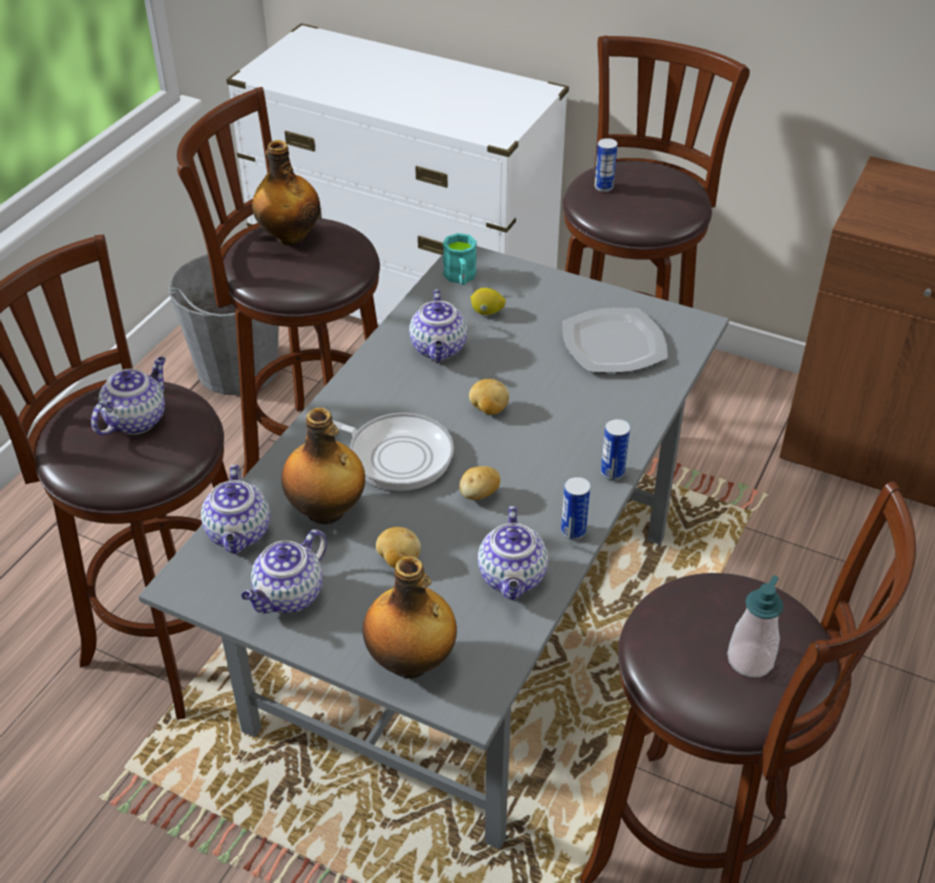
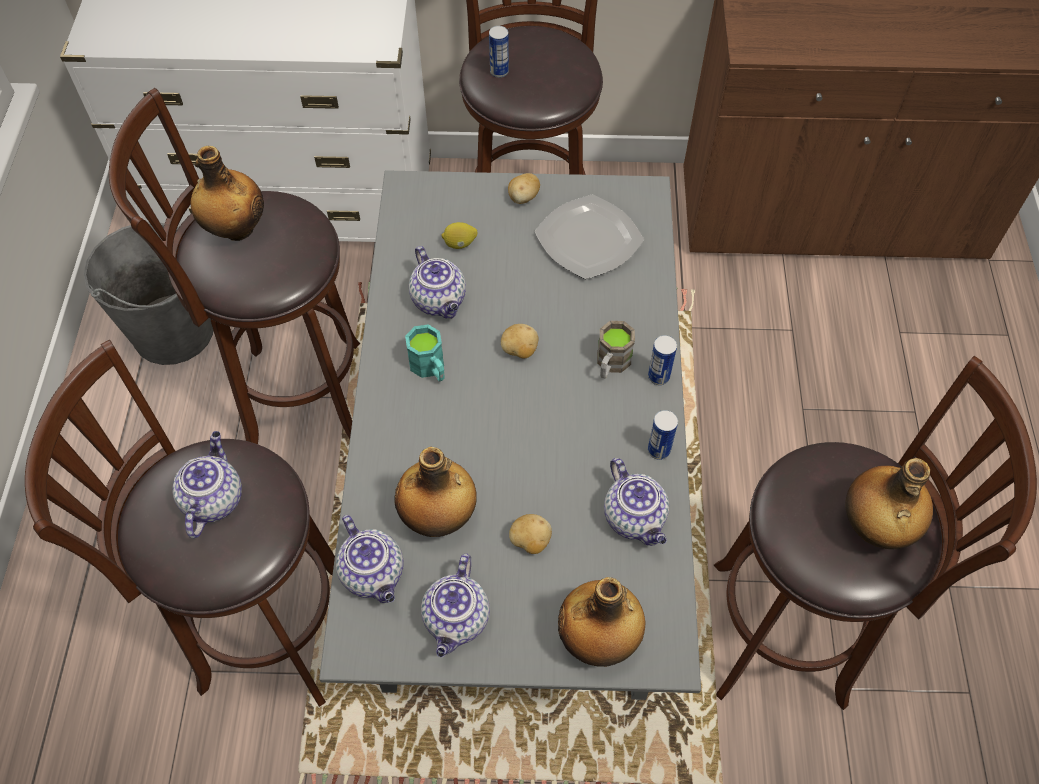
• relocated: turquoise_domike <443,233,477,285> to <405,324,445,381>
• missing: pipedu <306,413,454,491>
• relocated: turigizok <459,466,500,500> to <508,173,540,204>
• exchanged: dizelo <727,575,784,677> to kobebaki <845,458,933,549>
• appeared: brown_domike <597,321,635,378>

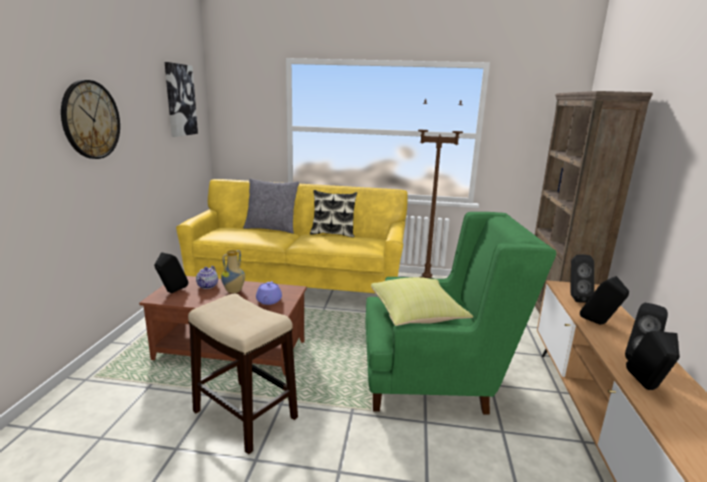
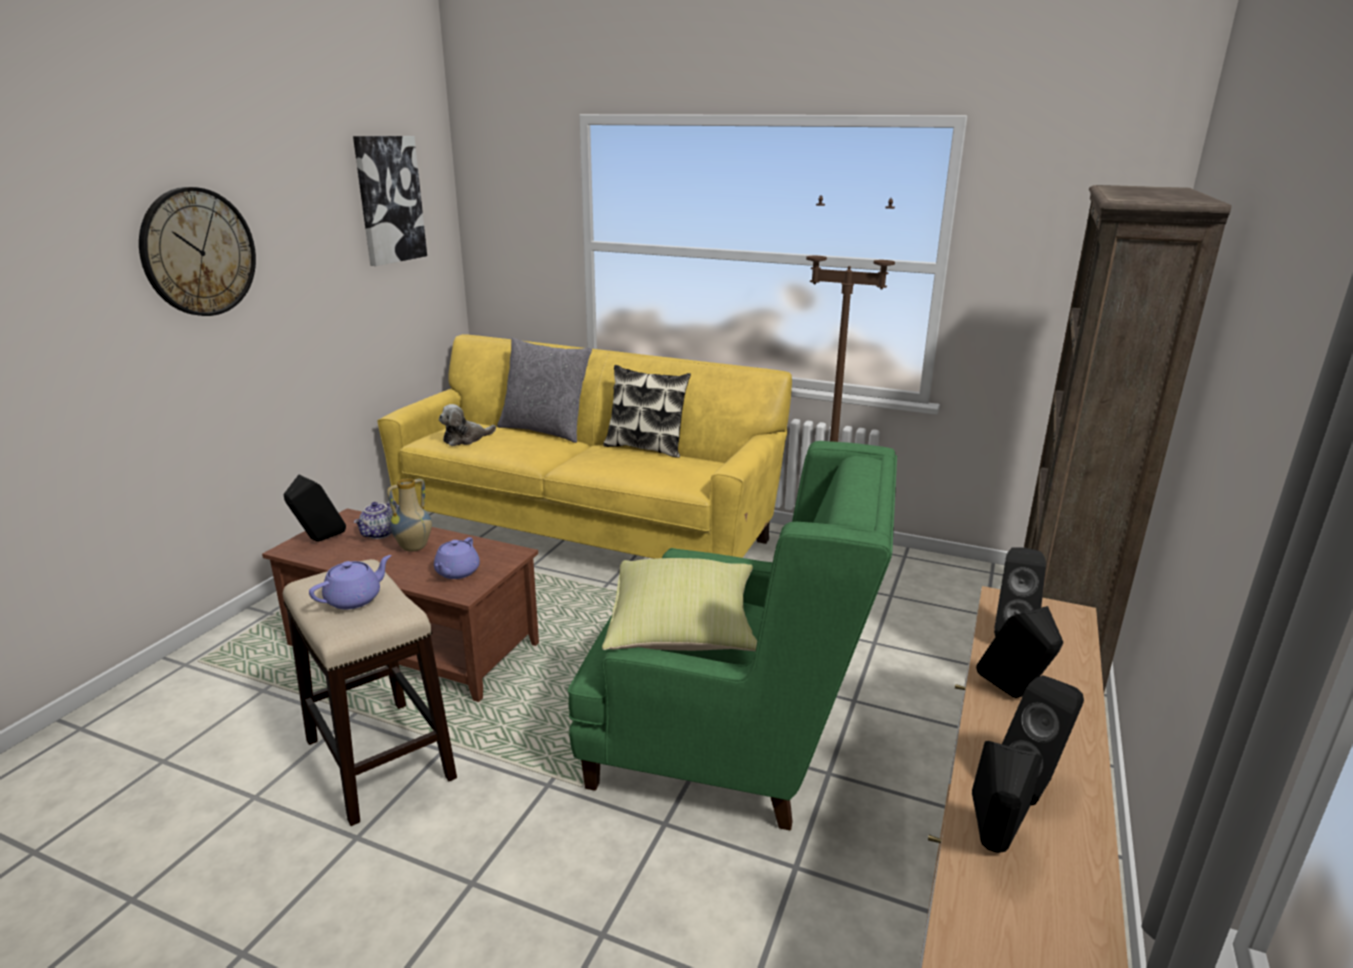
• appeared: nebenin <439,404,496,446>
• appeared: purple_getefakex <309,555,392,609>

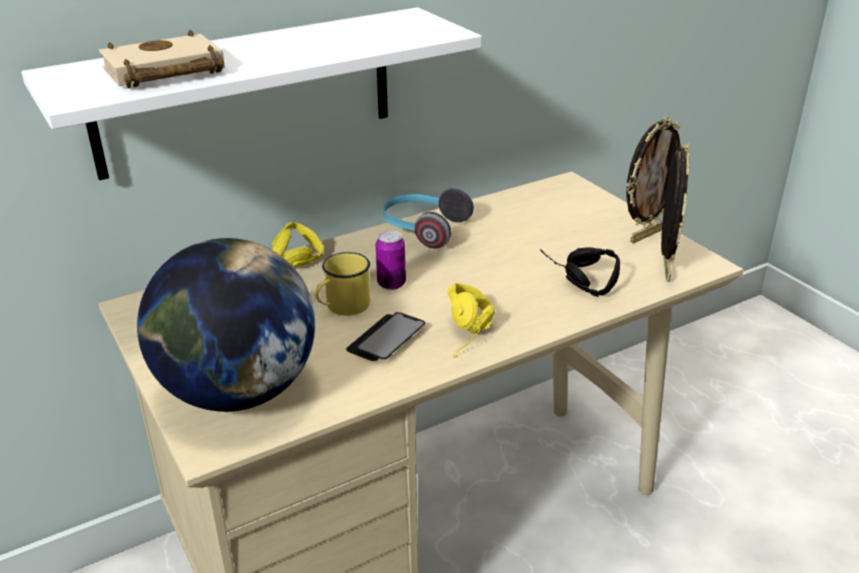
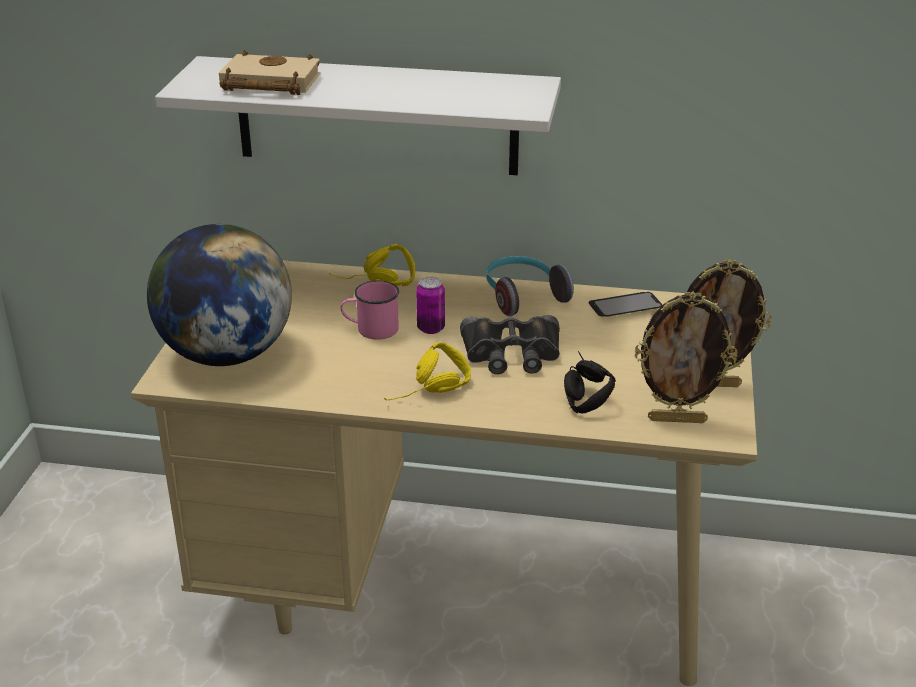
• spun: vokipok <661,143,690,282> = <634,291,738,423> 45 degrees clockwise
• colour: yellow_domike <315,252,370,316> to pink_domike <341,280,399,339>
• relocated: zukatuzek <346,312,426,361> to <589,292,662,317>
• appeared: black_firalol <460,315,560,374>

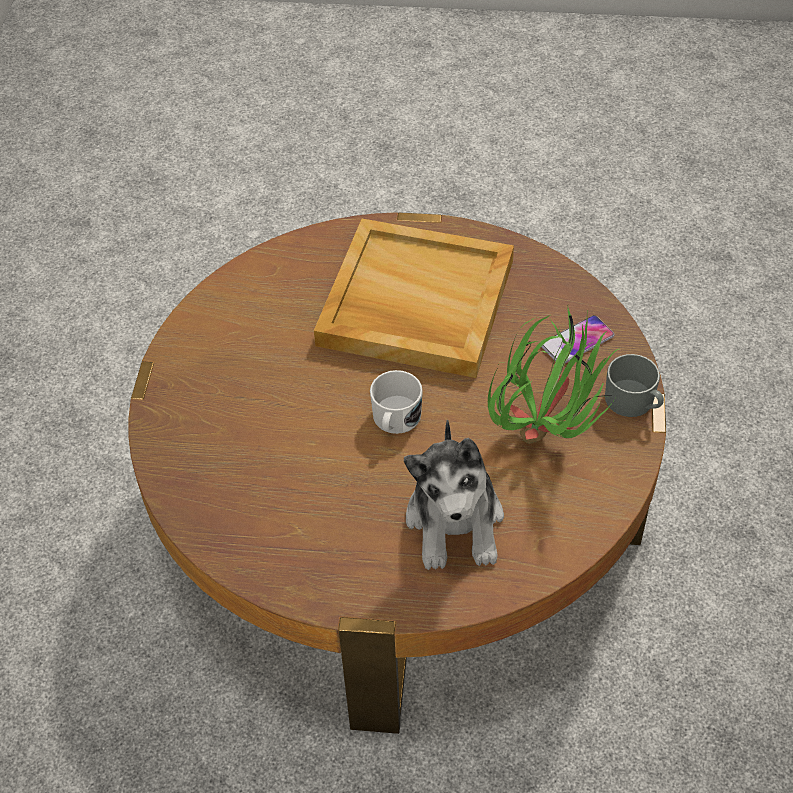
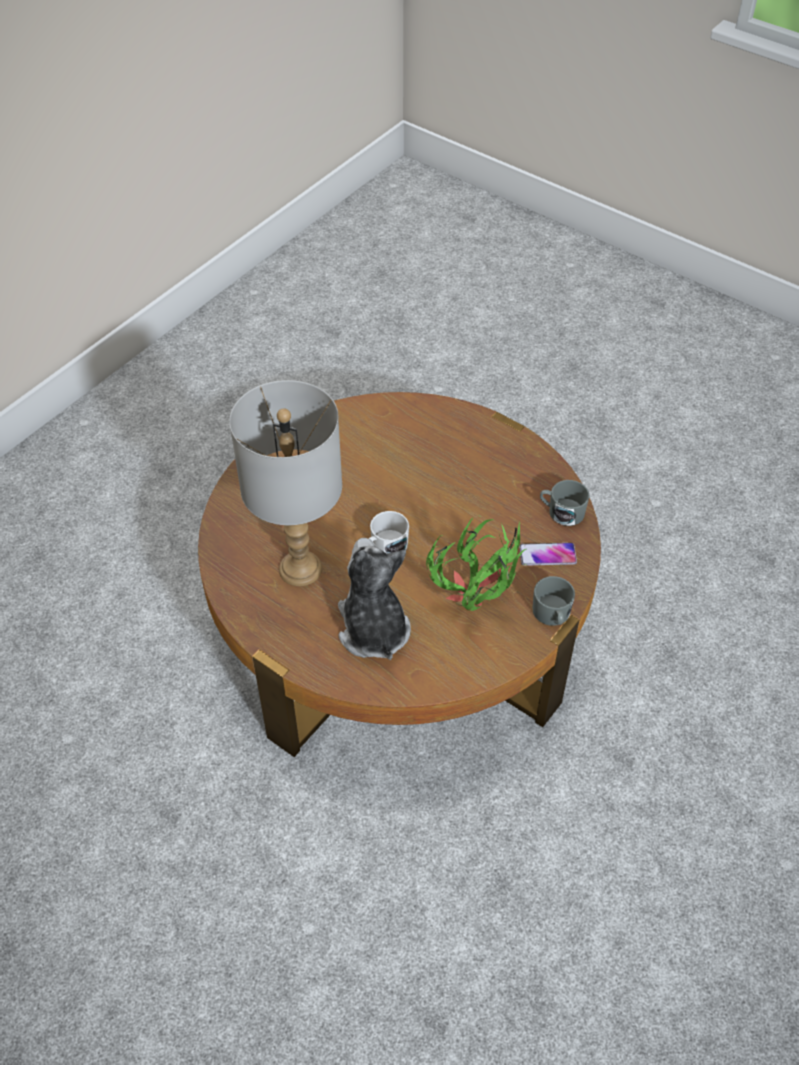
• missing: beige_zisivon <314,219,514,378>
• spun: nebenin <404,419,504,570> = <338,538,411,660> 135 degrees clockwise
• appeared: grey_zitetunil <229,380,342,586>
• appeared: grey_domike <540,480,590,526>

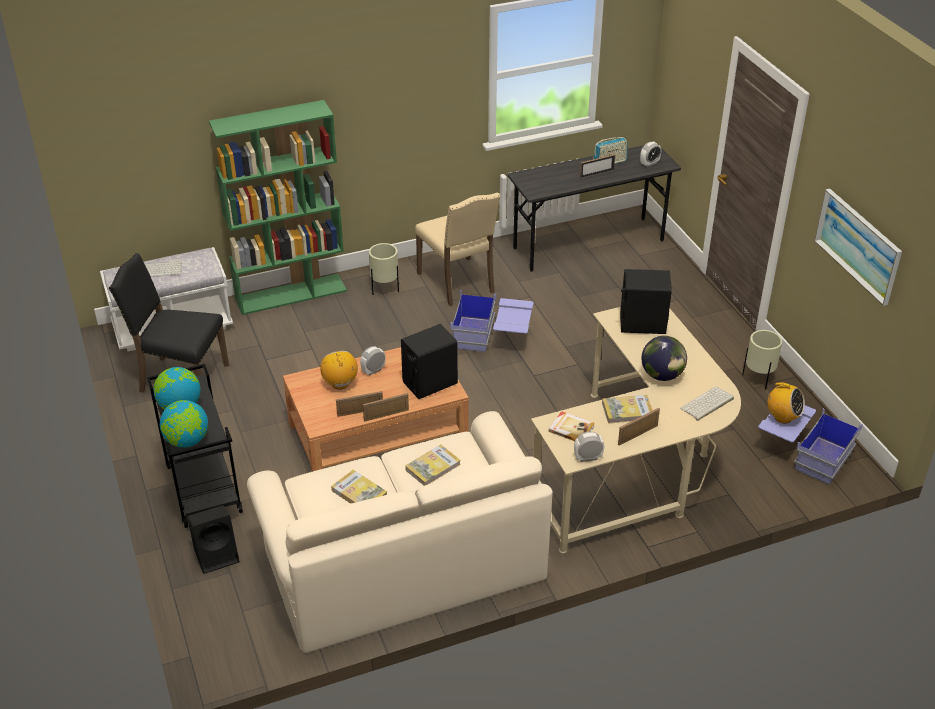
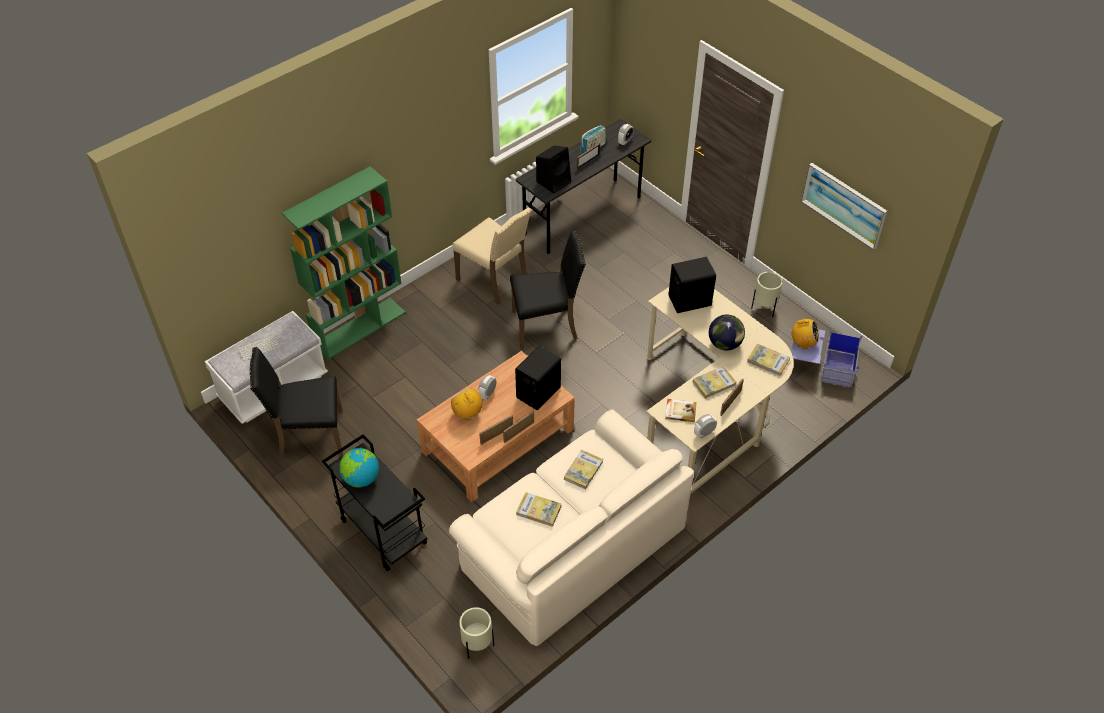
• relocated: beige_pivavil <369,243,399,295> to <459,607,494,659>
• exchanged: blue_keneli <450,290,534,352> to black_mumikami <510,231,586,350>
• exchanged: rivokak <680,387,734,421> to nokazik <747,344,790,376>
• missing: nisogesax <160,400,208,447>
• relocated: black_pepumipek <187,505,239,574> to <536,145,571,194>

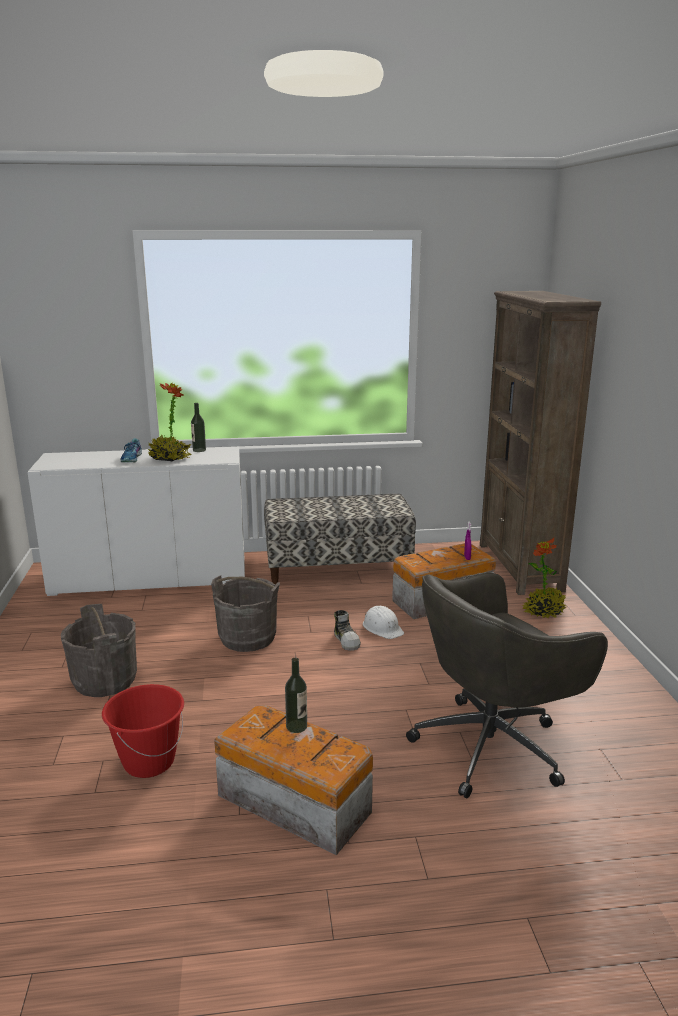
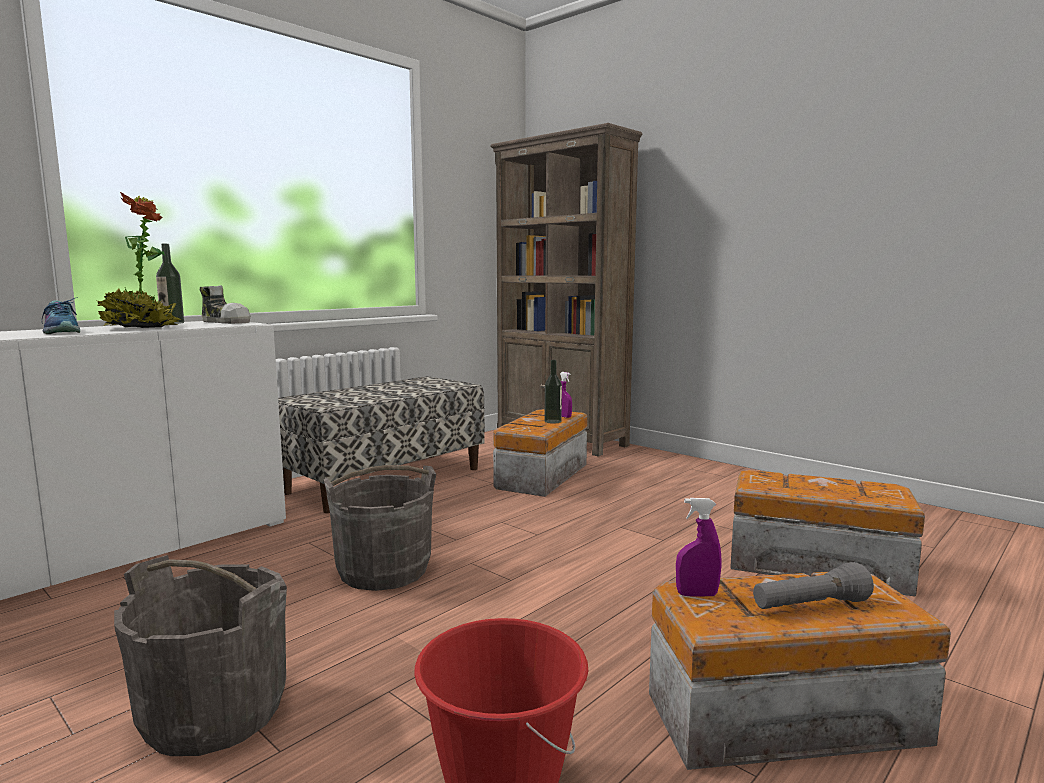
• missing: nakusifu <523,538,566,618>
• exchanged: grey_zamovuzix <406,573,608,798> to keneli <730,470,925,597>
• missing: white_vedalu <363,606,404,639>
• relocated: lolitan <334,610,361,651> to <200,285,250,324>
• relocated: kobebaki <285,658,307,733> to <545,360,562,424>
• appeared: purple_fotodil <676,498,722,597>
• appeared: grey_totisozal <753,562,874,609>

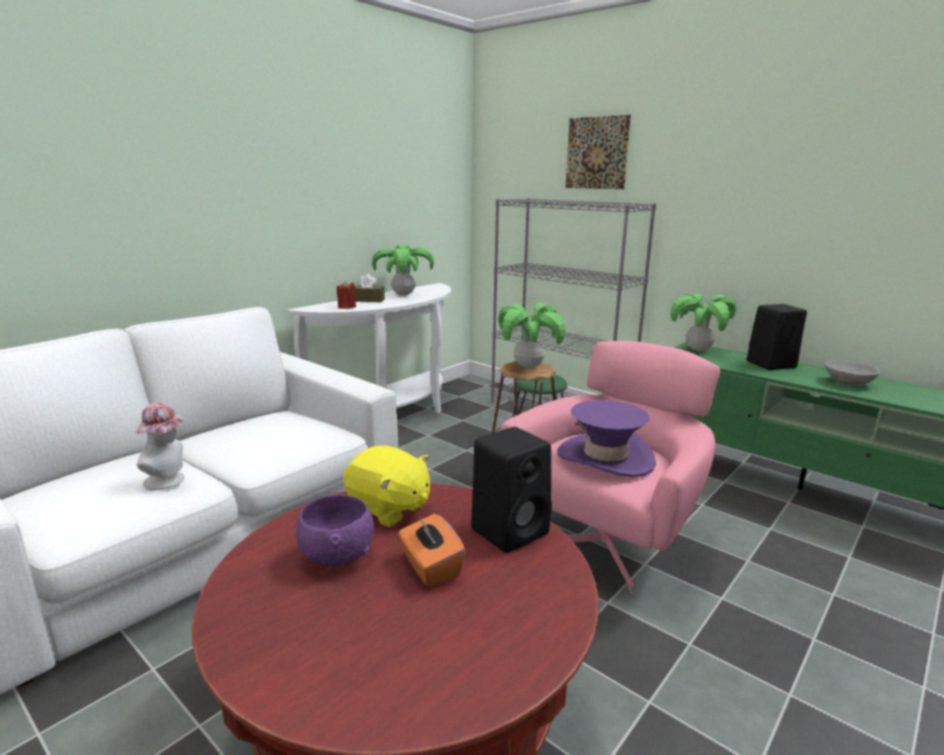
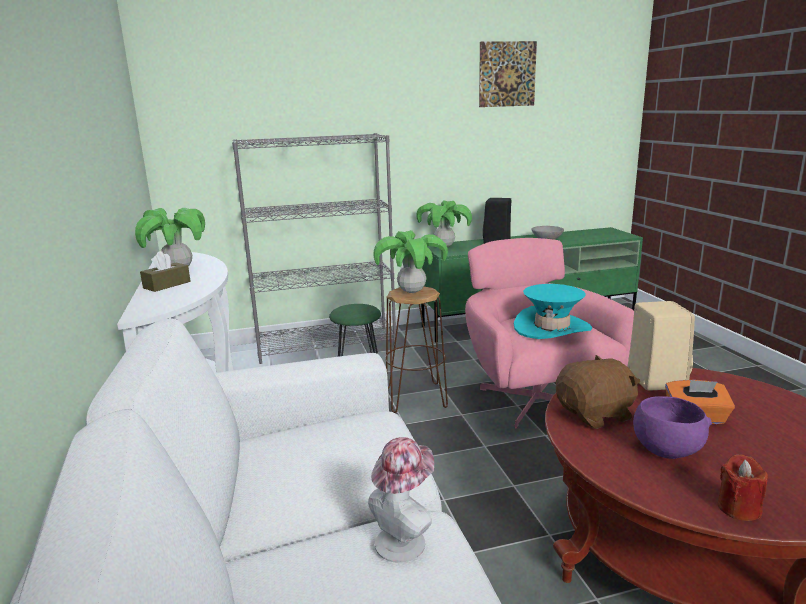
• relocated: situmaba <565,115,631,189> to <479,41,537,107>
• relocated: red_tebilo <337,281,356,309> to <718,454,768,521>
• colour: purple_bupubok <557,400,656,478> to turquoise_bupubok <514,284,592,339>
• colour: black_pepumipek <471,427,552,553> to beige_pepumipek <628,301,695,391>
• colour: yellow_nebenin <343,446,430,527> to brown_nebenin <556,355,641,429>

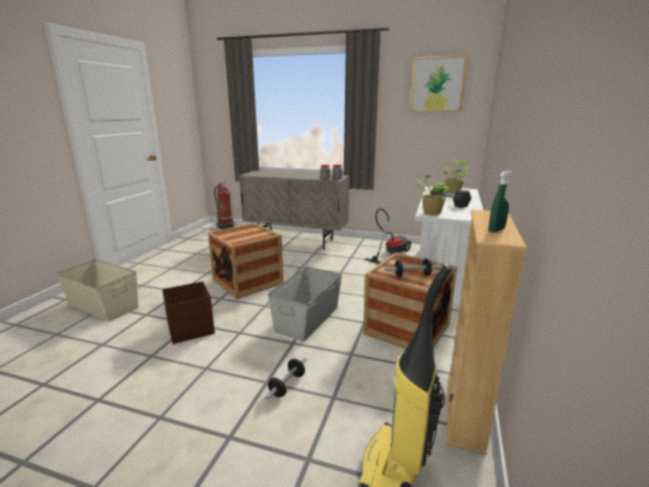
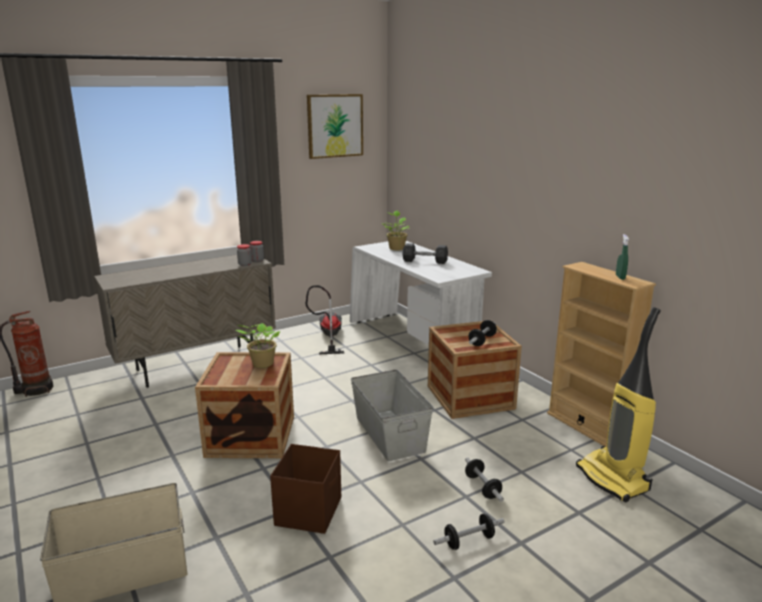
• relocated: nakusifu <416,174,449,215> to <236,323,281,368>
• appeared: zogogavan <433,514,505,550>

